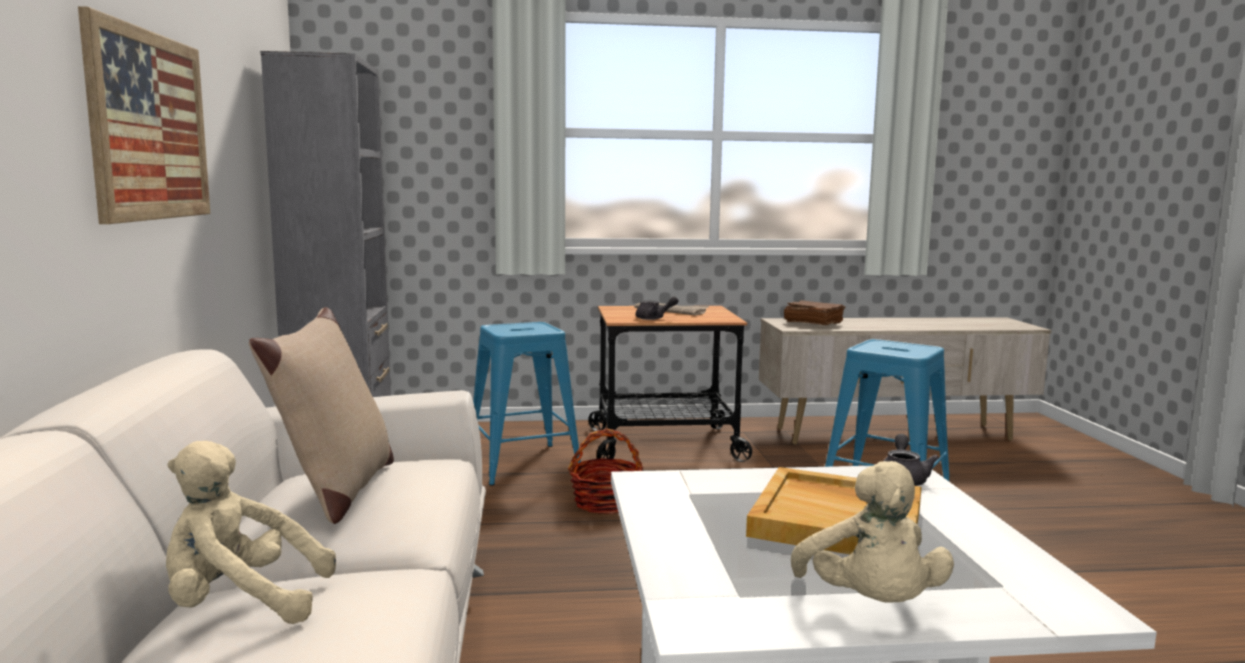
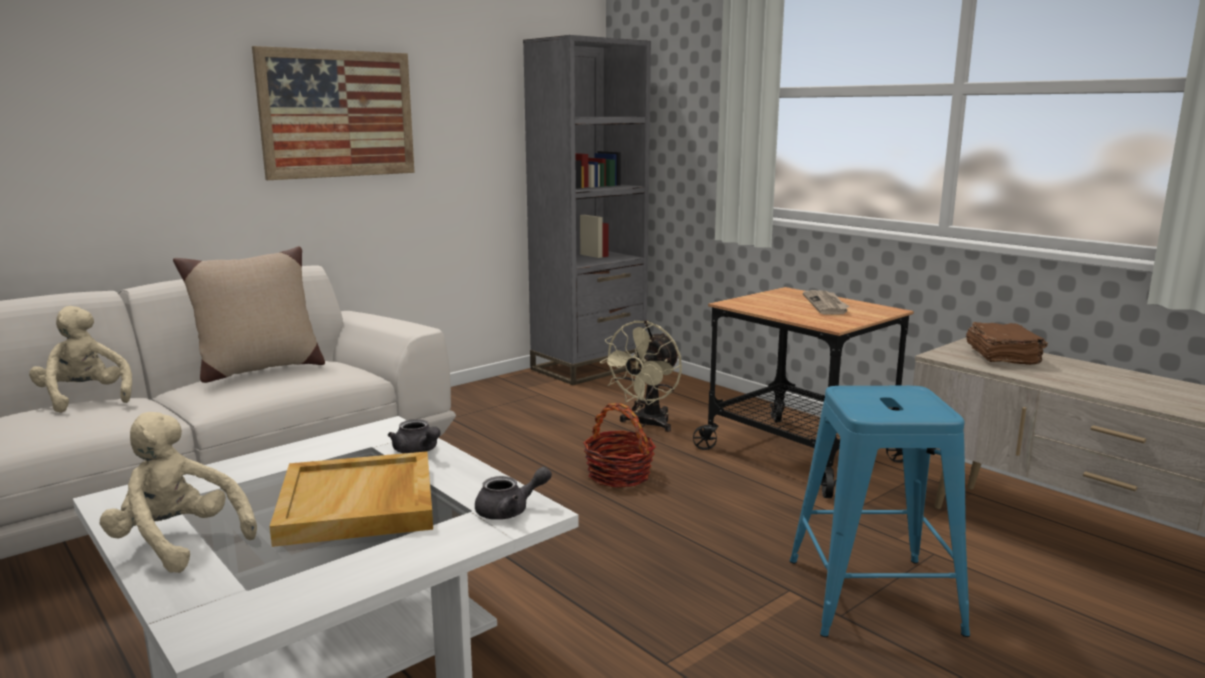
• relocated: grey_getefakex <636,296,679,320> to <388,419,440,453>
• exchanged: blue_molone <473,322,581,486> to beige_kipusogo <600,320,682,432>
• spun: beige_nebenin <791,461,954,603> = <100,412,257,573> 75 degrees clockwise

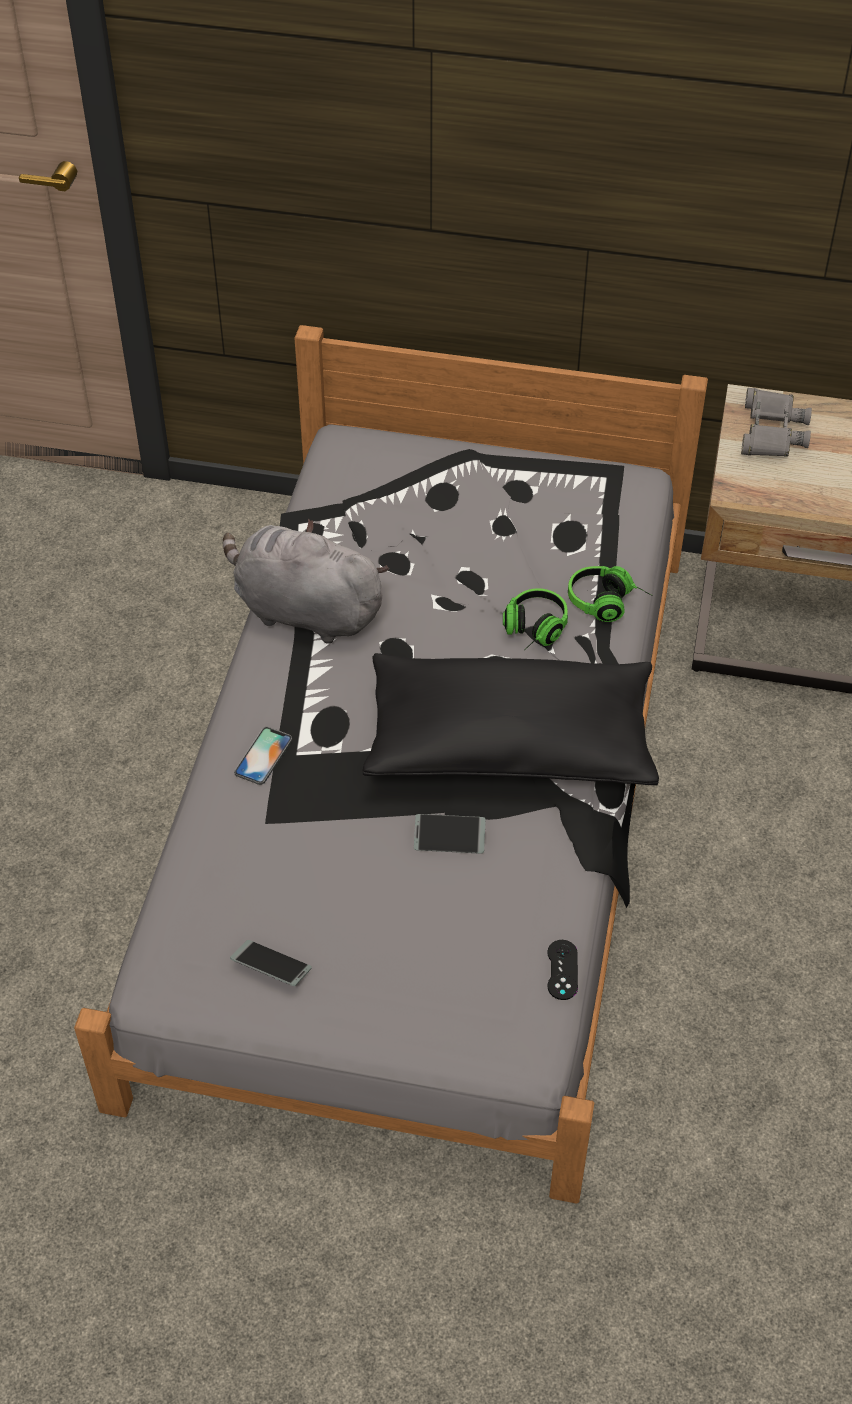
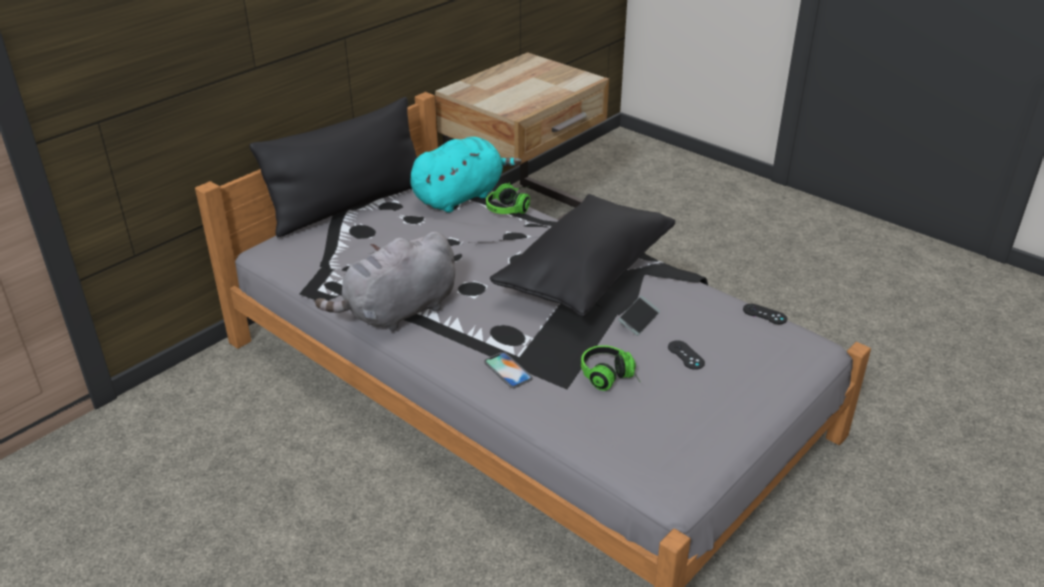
• missing: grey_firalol <741,388,812,457>
• relocated: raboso <503,588,568,651> to <581,345,641,391>
• missing: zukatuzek <230,940,312,986>
• appeared: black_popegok <250,97,417,237>
• appeared: turquoise_nebenin <410,137,522,213>
• appeared: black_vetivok <668,340,705,370>

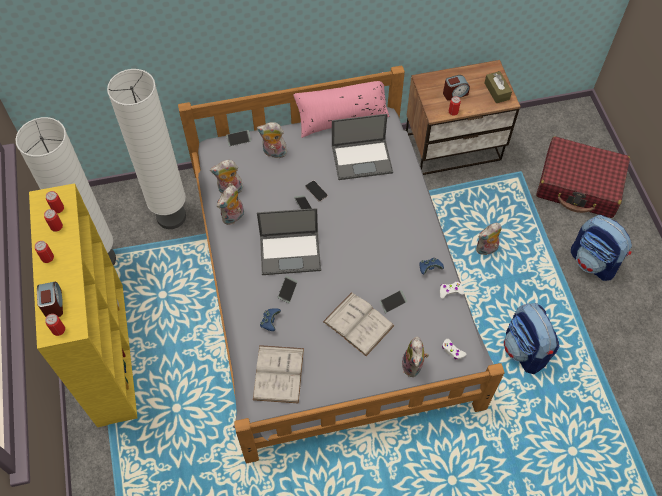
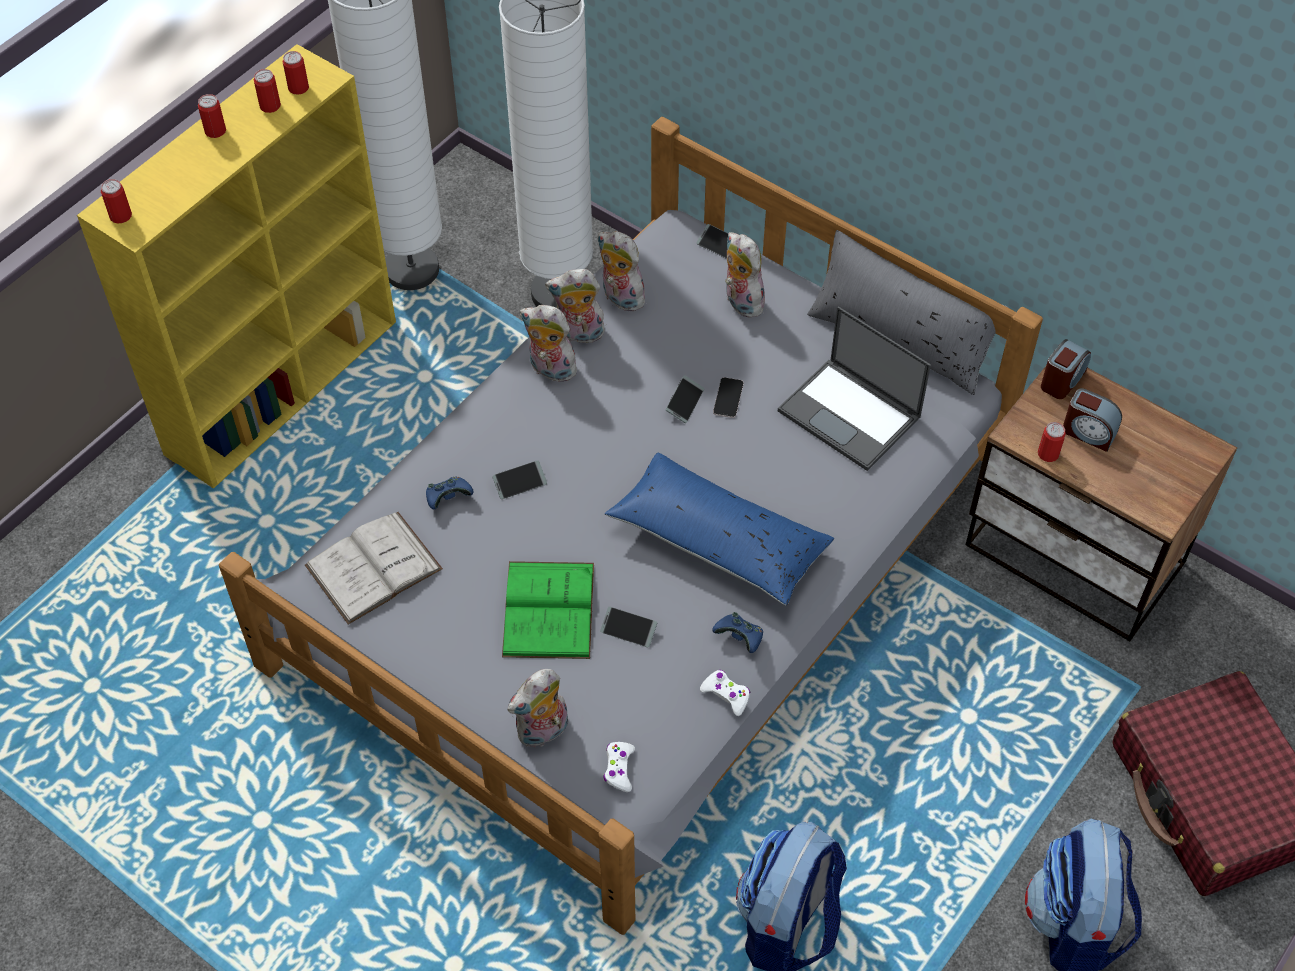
• missing: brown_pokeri <485,71,512,103>
• colour: pink_popegok <293,72,389,138> to grey_popegok <807,230,1009,395>
• missing: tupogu <257,208,321,275>
• relocated: nebenin <476,223,502,255> to <520,305,577,382>
• relocated: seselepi <37,282,63,317> to <1041,339,1091,399>
• colour: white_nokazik <323,292,395,356> to green_nokazik <502,561,594,659>
• appeared: blue_popegok <605,453,834,605>

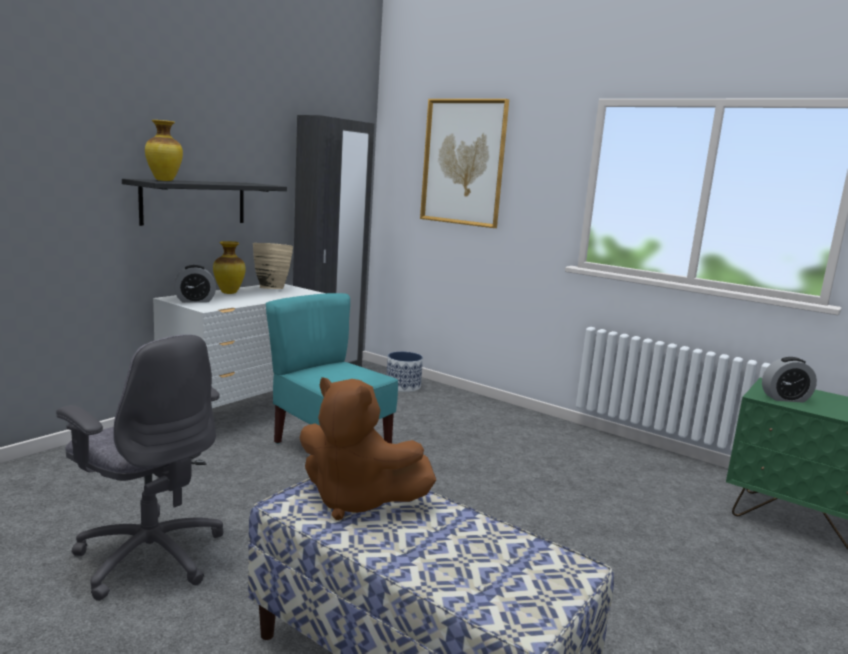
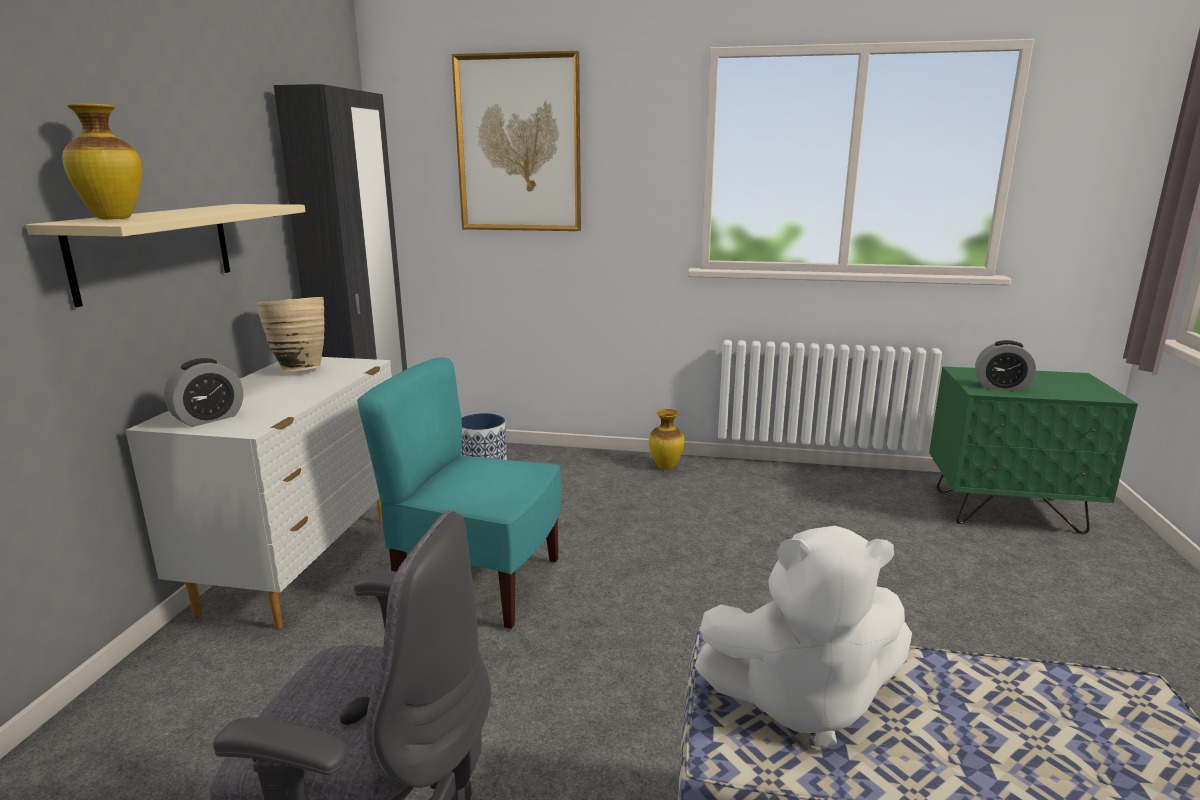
• colour: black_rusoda <122,179,287,226> to beige_rusoda <26,204,306,307>
• relocated: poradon <213,241,246,294> to <649,409,685,470>
• spun: seselepi <762,357,817,403> = <975,340,1036,392> 45 degrees clockwise
• colour: brown_nebenin <300,377,436,520> to white_nebenin <694,526,912,749>

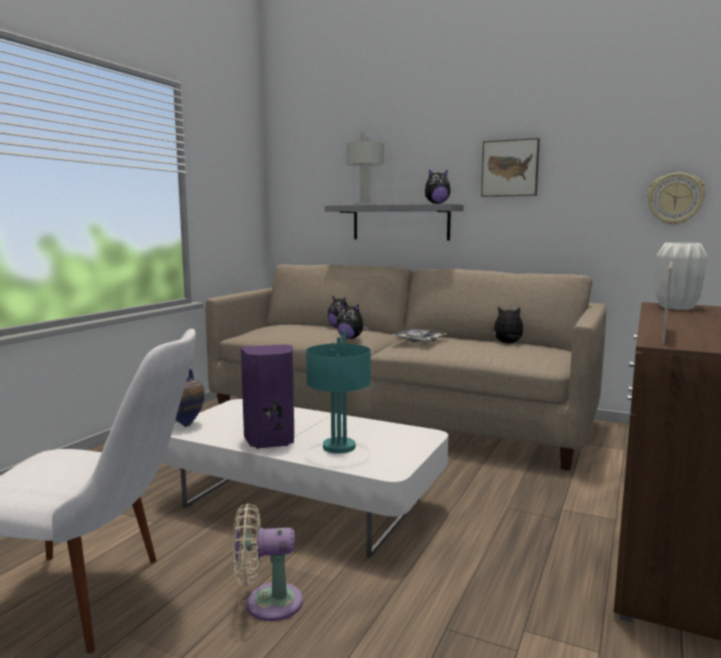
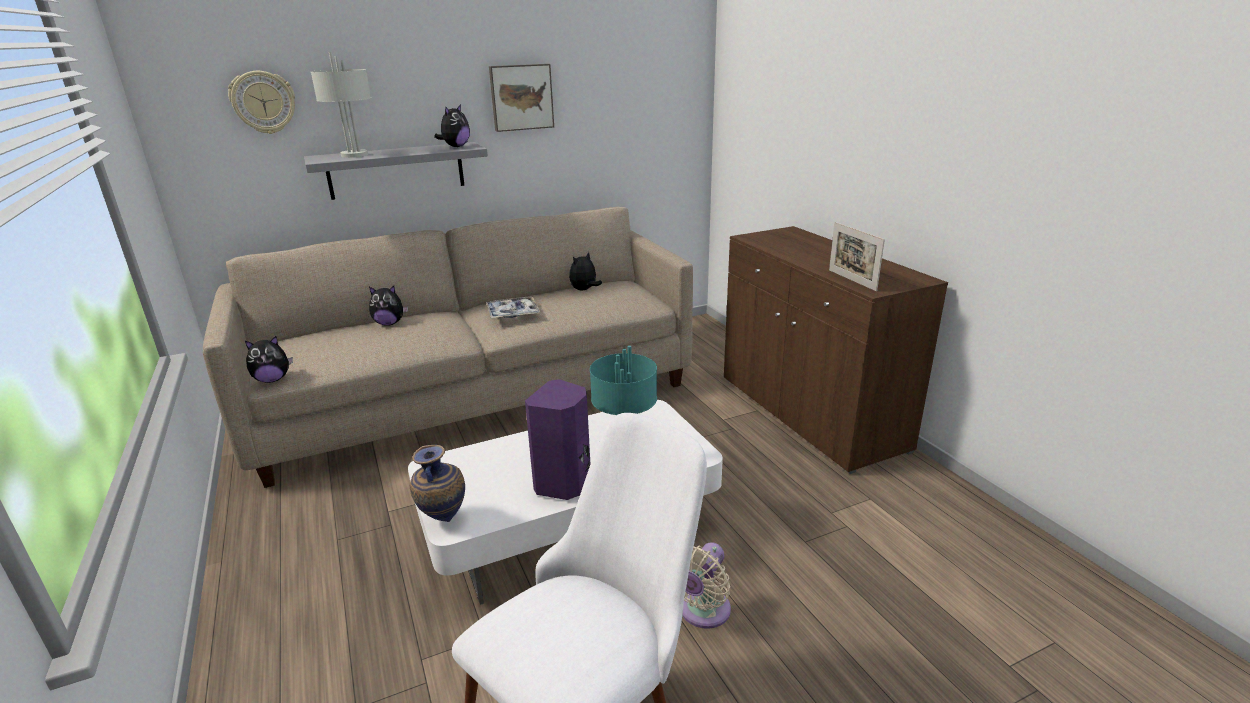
• relocated: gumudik <647,173,706,225> to <228,71,295,134>
• missing: white_poradon <655,243,707,310>
• relocated: nebenin <336,303,368,339> to <245,336,293,383>

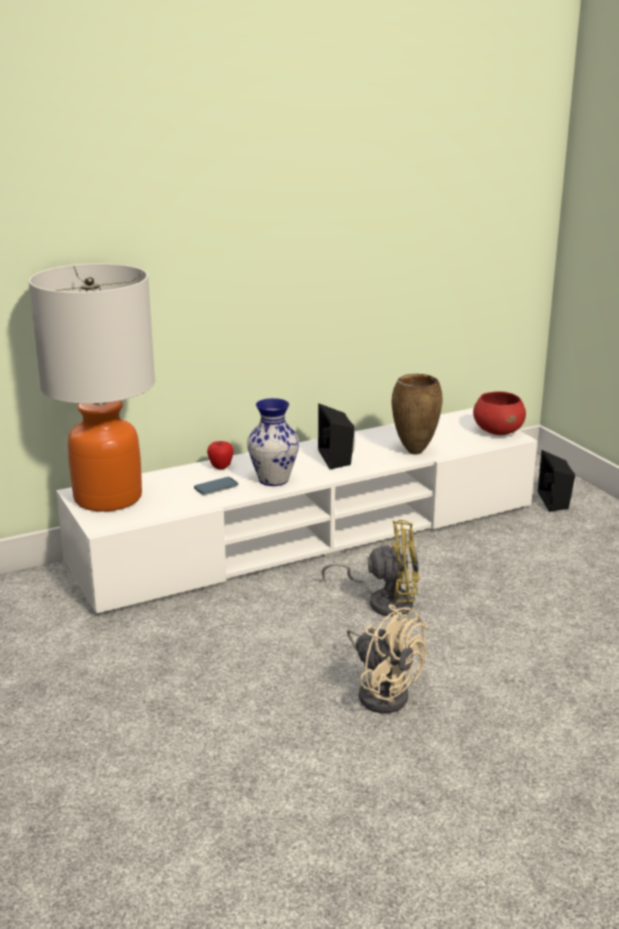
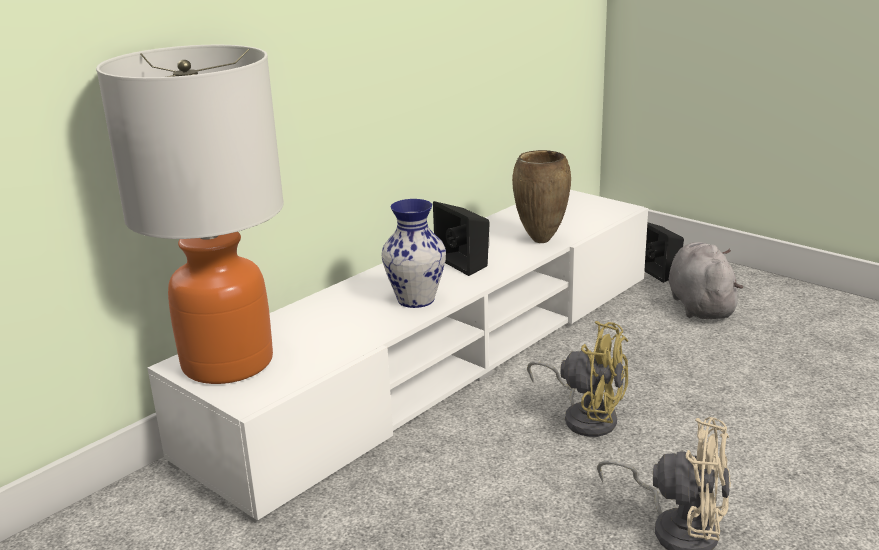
• missing: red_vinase <473,391,526,435>
• missing: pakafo <207,441,234,469>
• missing: zukatuzek <194,477,238,495>
• spun: yellow_kipusogo <322,520,419,617> = <527,321,628,437> 45 degrees clockwise
• appeared: grey_nebenin <669,242,743,319>

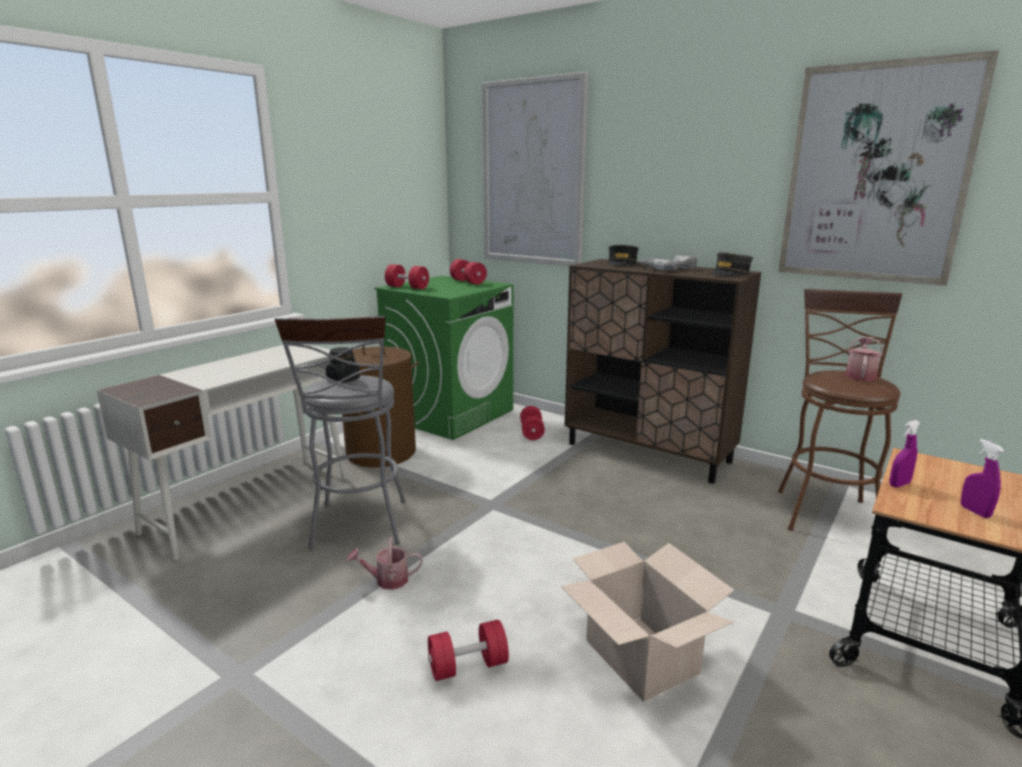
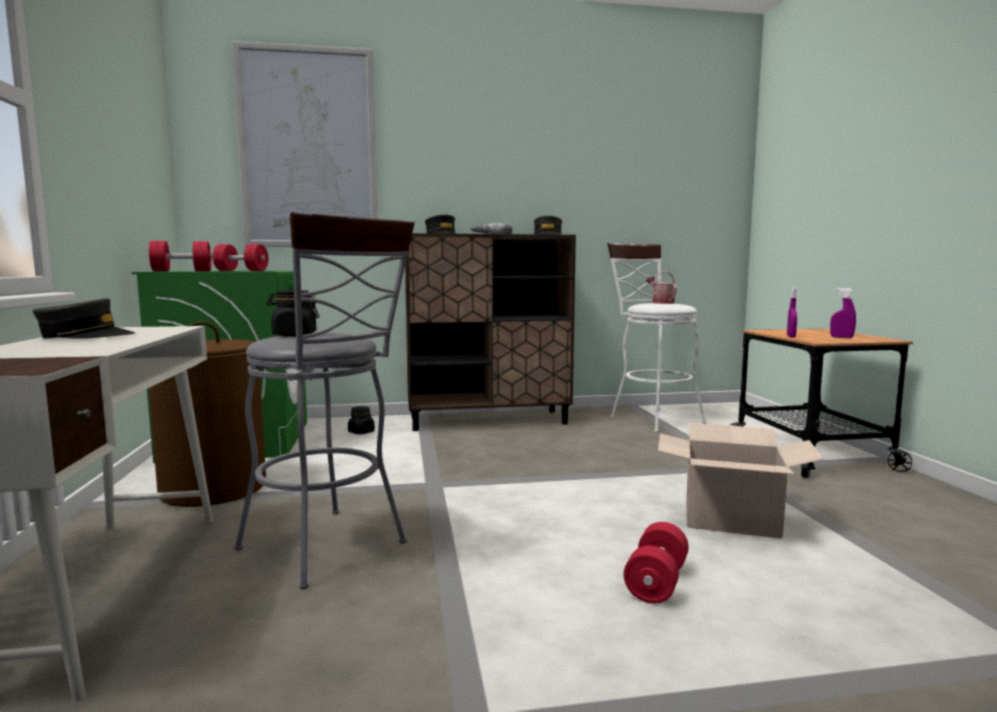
• missing: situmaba <778,50,999,286>
• colour: brown_molone <778,289,902,531> to white_molone <607,243,706,432>
• exchanged: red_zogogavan <520,406,545,440> to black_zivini <348,406,375,434>
• missing: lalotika <347,537,423,590>
• appeared: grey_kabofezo <33,298,135,339>

